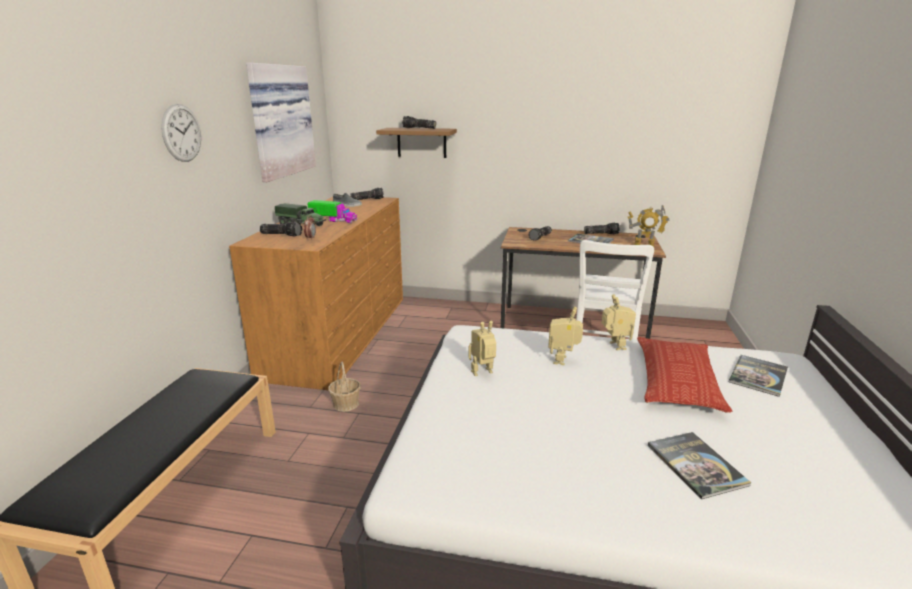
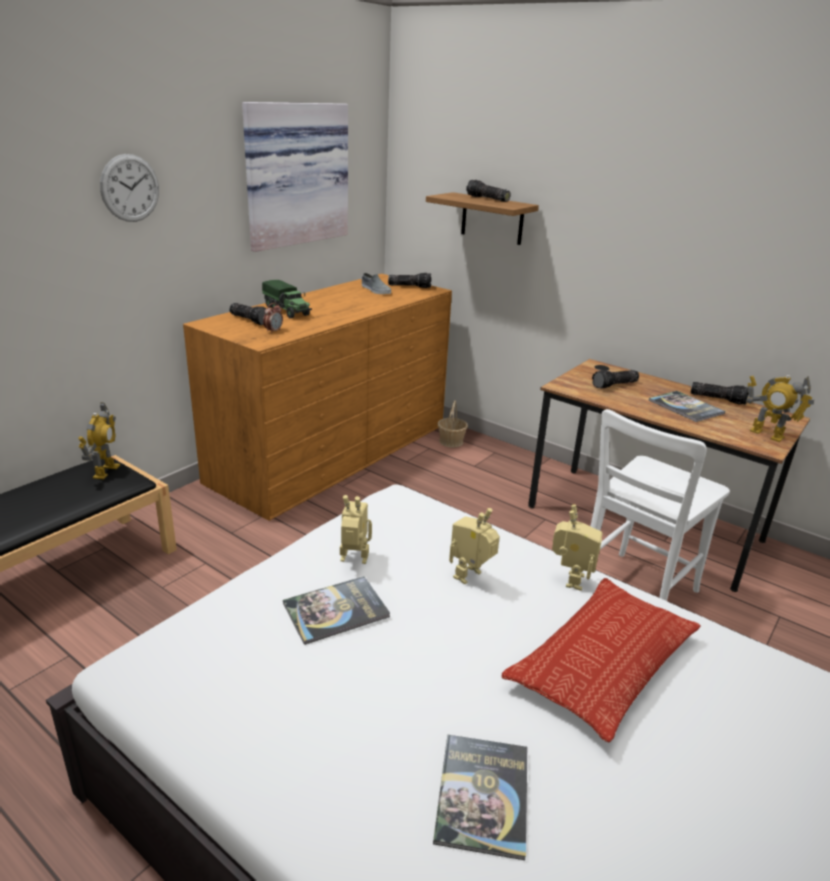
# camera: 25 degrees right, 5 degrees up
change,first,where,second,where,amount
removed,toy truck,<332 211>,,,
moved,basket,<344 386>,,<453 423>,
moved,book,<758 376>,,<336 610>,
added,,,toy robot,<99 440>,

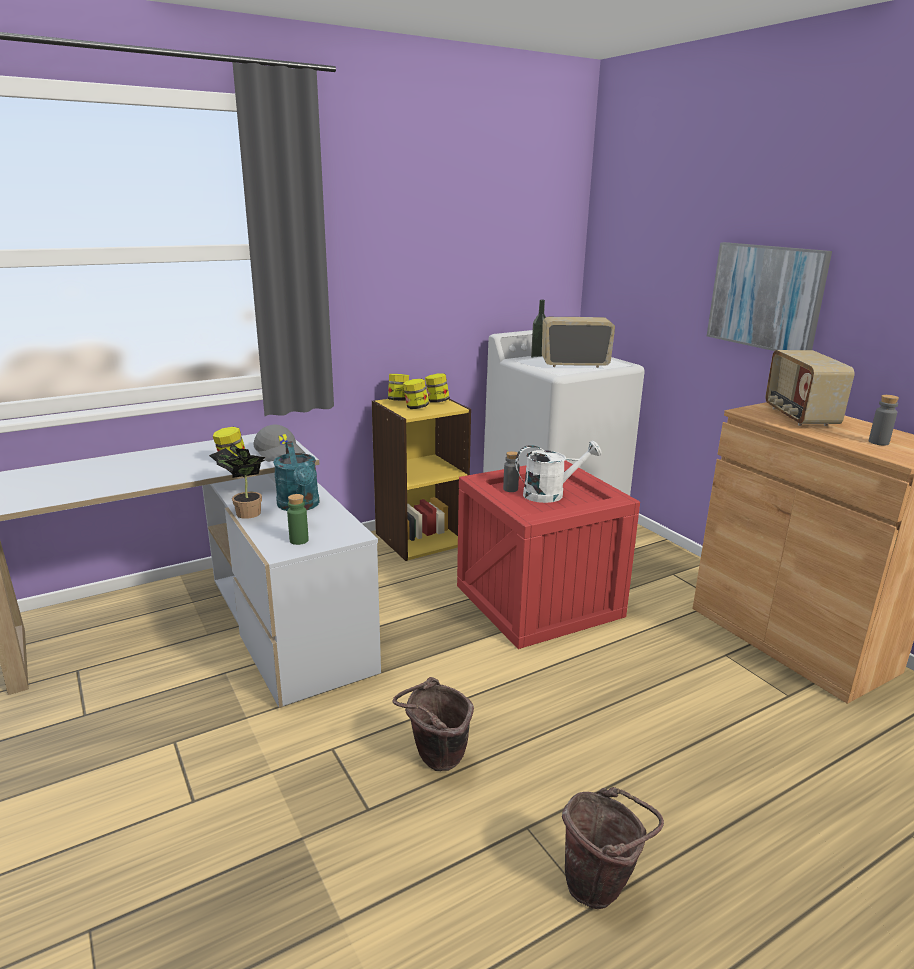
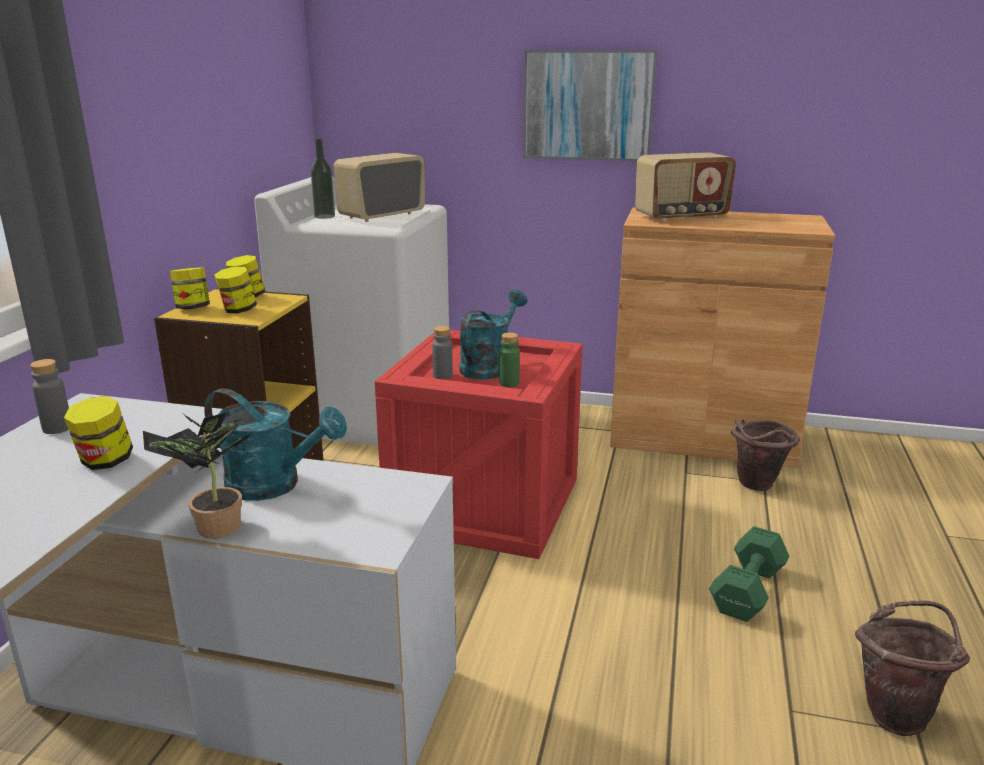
# camera: 45 degrees left, 0 degrees up
change,first,where,second,where,amount
removed,cap (grey),<279 443>,,,
moved,bottle (green),<298 519>,,<509 360>,
moved,bucket (brown),<433 724>,,<765 455>,
recoloured,watering can (white),<558 472>,watering can (turquoise),<493 335>,
turned,radio,<810 388>,,<685 187>,60 degrees counterclockwise
moved,bottle (grey),<884 420>,,<49 396>,
added,,,dumbbell (green),<749 574>,

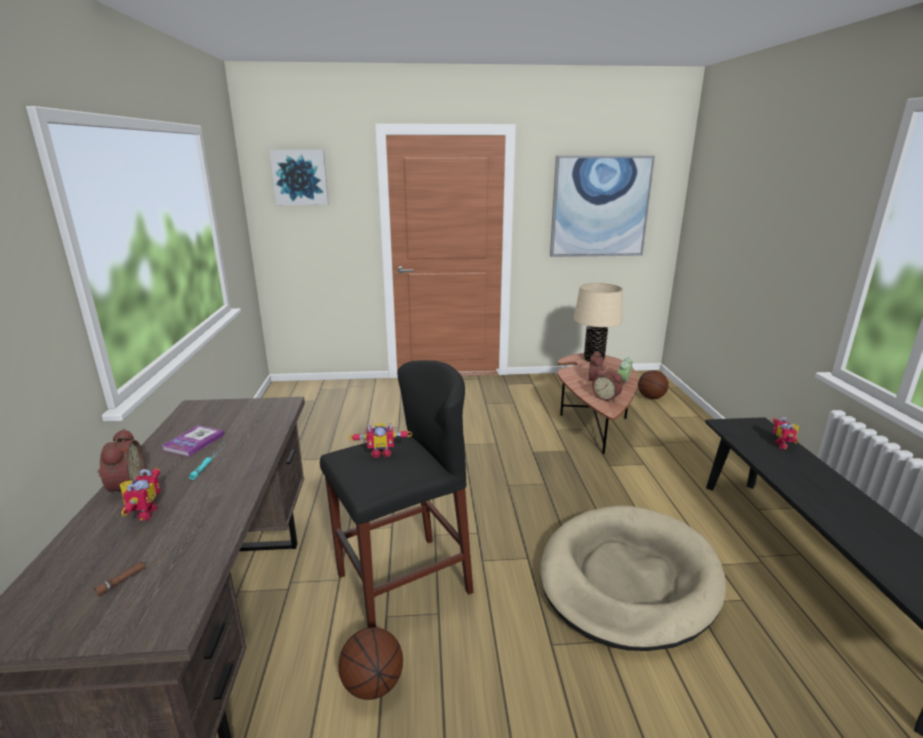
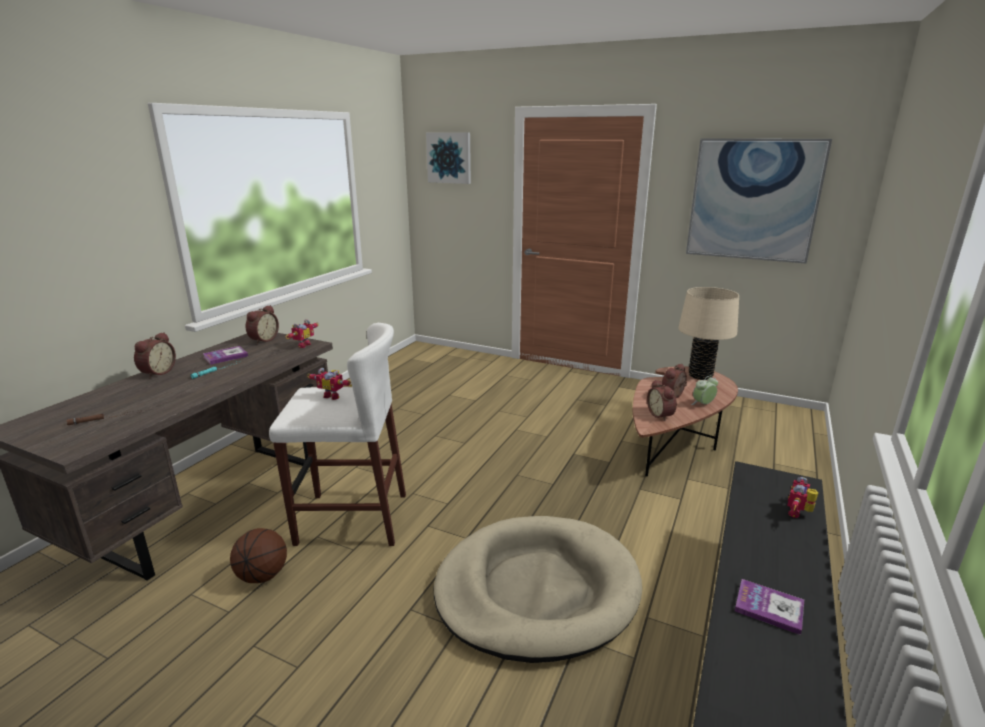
# camera: 30 degrees right, 0 degrees up
change,first,where,second,where,amount
moved,toy robot,<140 494>,,<302 333>,
recoloured,stool (black),<396 494>,stool (white),<337 434>,
removed,basketball,<653 384>,,,
added,,,alarm clock,<262 324>,
added,,,book,<769 607>,

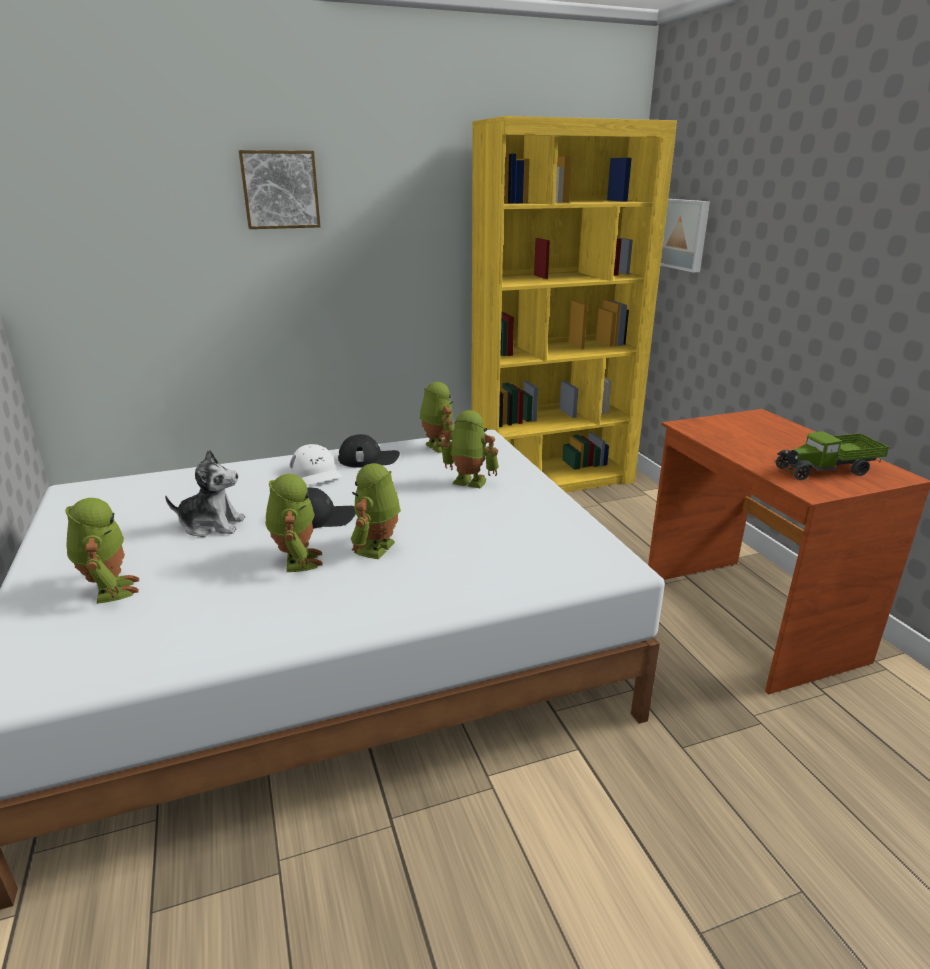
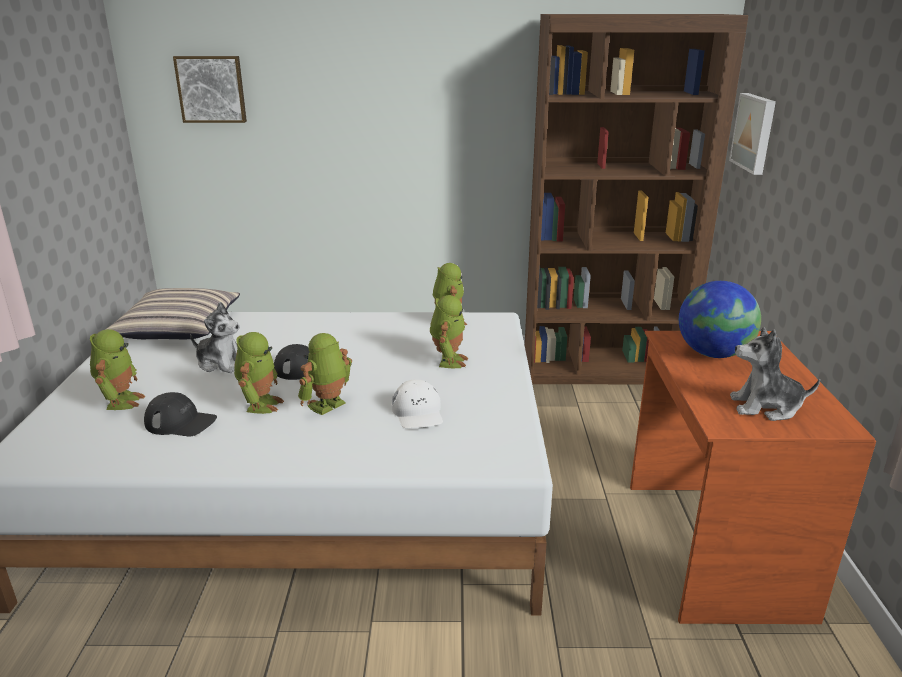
# camera: 20 degrees right, 0 degrees up
change,first,where,second,where,amount
moved,picture,<279 189>,,<210 89>,
moved,cap (white),<315 464>,,<417 403>,
moved,cap (black),<369 451>,,<180 414>,
turned,toy robot,<469 449>,,<449 331>,60 degrees clockwise
recoloured,bookcase (yellow),<574 304>,bookcase (brown),<637 199>,
replaced,toy truck,<832 455>,plush toy,<775 374>,
added,,,pillow,<172 313>,
added,,,globe,<720 319>,

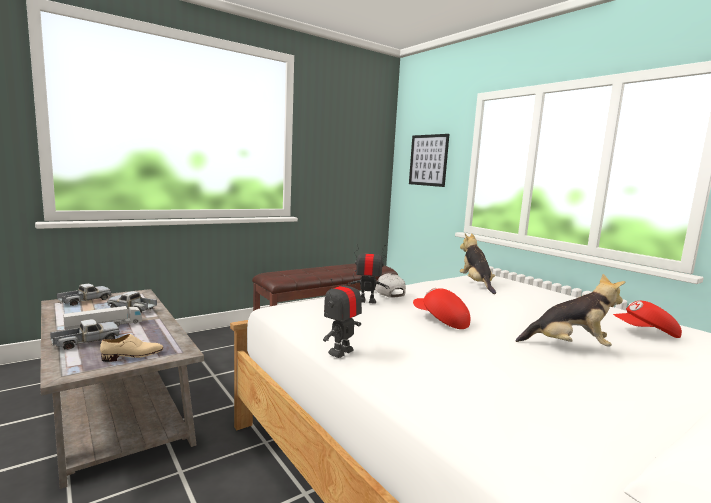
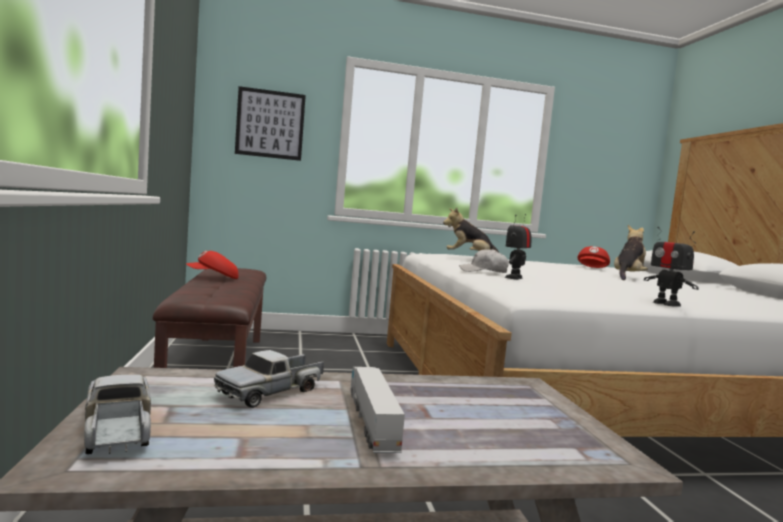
# camera: 65 degrees left, 5 degrees down
change,first,where,second,where,amount
removed,toy truck,<85 334>,,,
removed,shoe (beige),<131 348>,,,
moved,cap (red),<441 308>,,<212 265>,

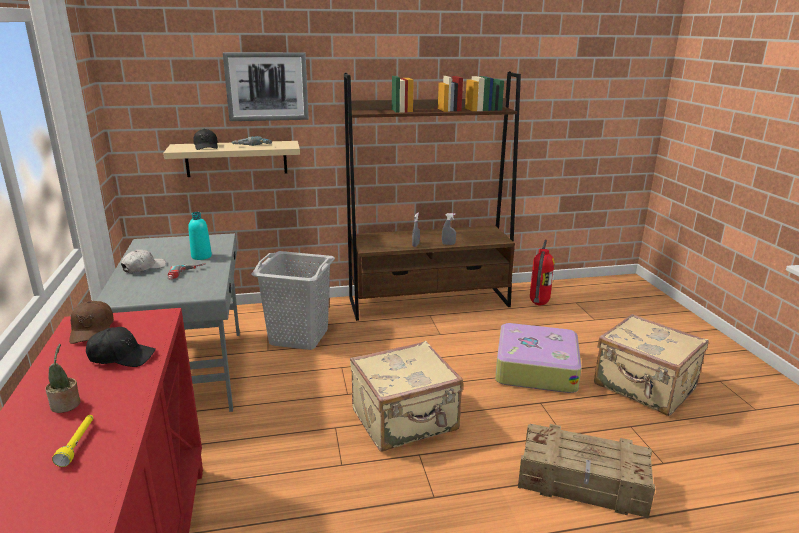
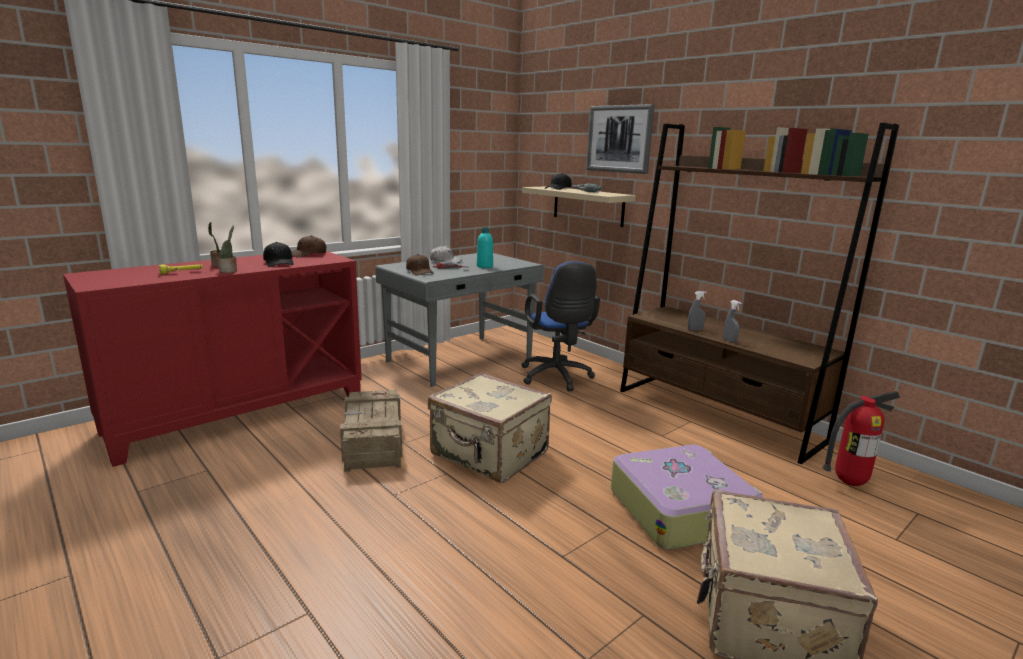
# camera: 60 degrees right, 5 degrees down
change,first,where,second,where,amount
replaced,laundry basket (grey),<293 300>,office chair (blue),<560 326>,
moved,crate,<586 471>,,<371 431>,
added,,,potted plant,<227 249>,
added,,,cap (brown),<420 265>,

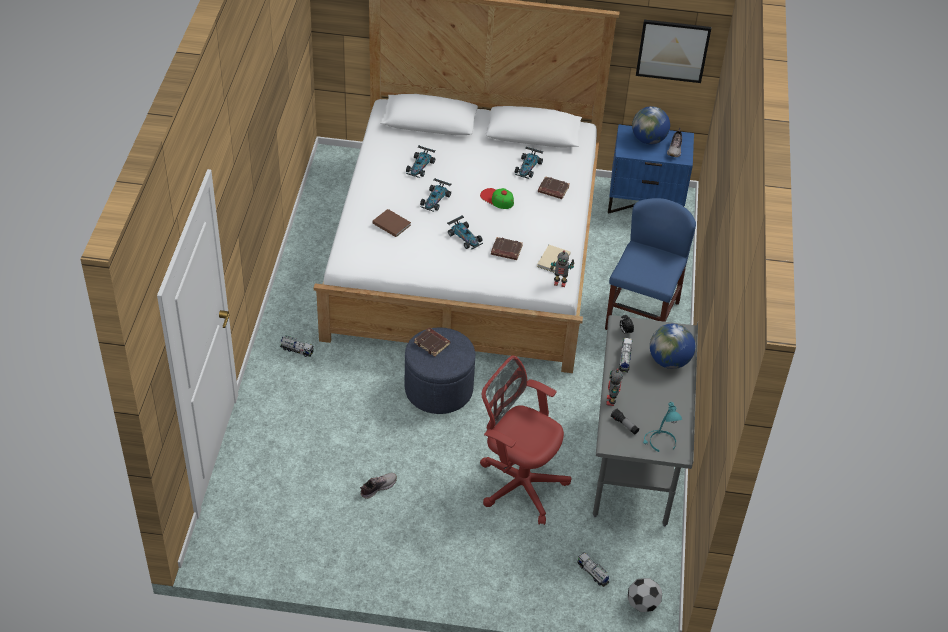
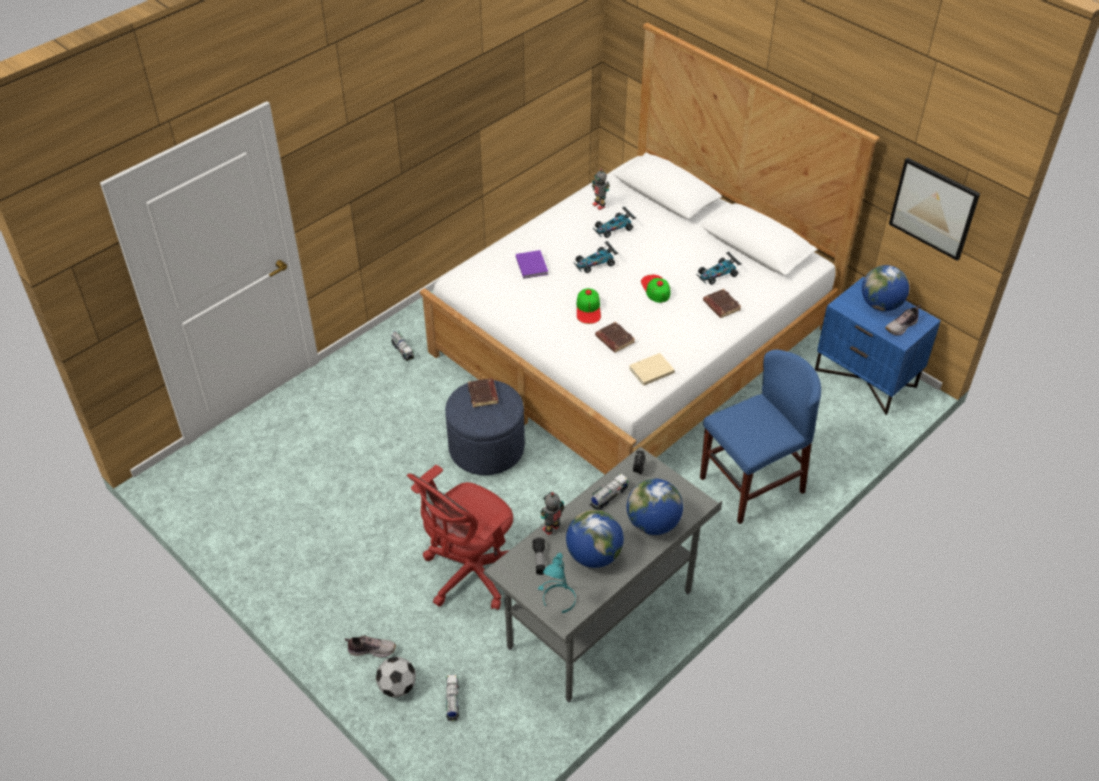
# camera: 40 degrees right, 0 degrees up
change,first,where,second,where,amount
moved,shoe,<378 486>,,<370 646>,
recoloured,book (brown),<392 223>,book (purple),<532 264>,
replaced,toy car,<465 232>,cap,<588 306>,
turned,office chair (red),<525 440>,,<460 537>,120 degrees counterclockwise
moved,toy robot,<562 268>,,<601 189>,
moved,football,<645 595>,,<396 677>,
added,,,globe,<595 539>,

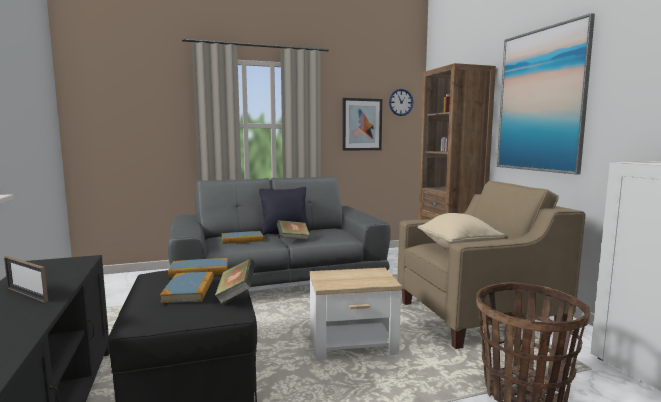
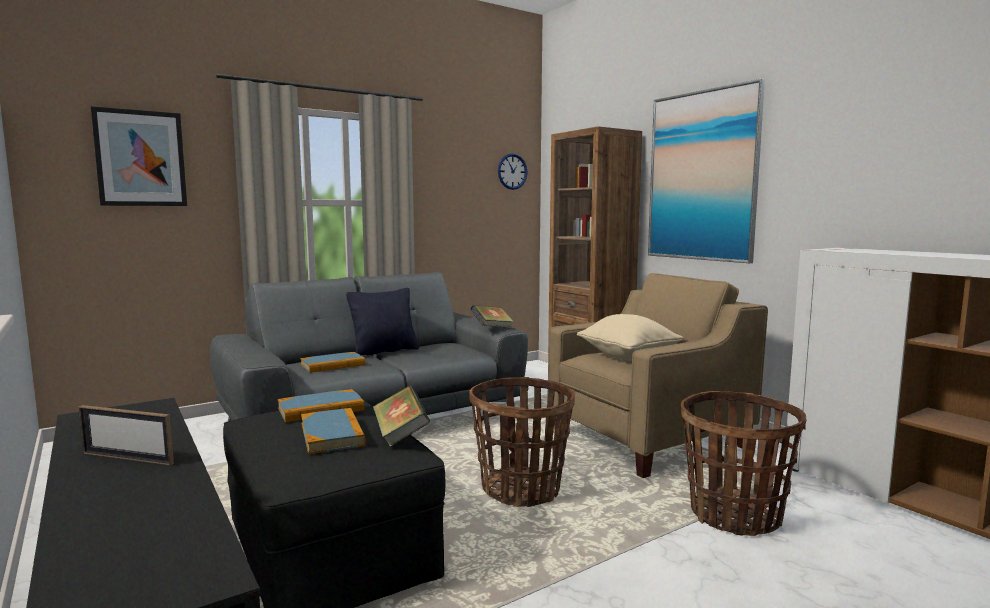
# camera: 15 degrees left, 0 degrees up
change,first,where,second,where,amount
moved,book,<293 230>,,<492 316>,
replaced,side table,<356 314>,basket,<522 442>,
moved,picture,<362 124>,,<139 156>,

